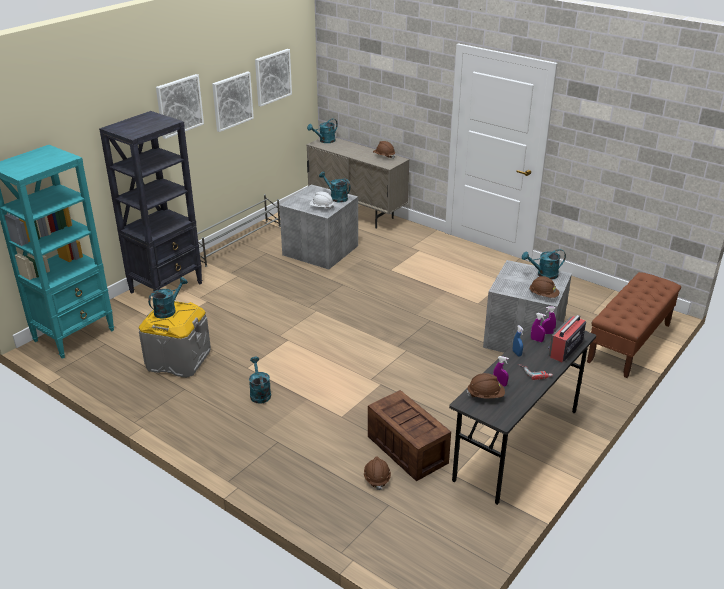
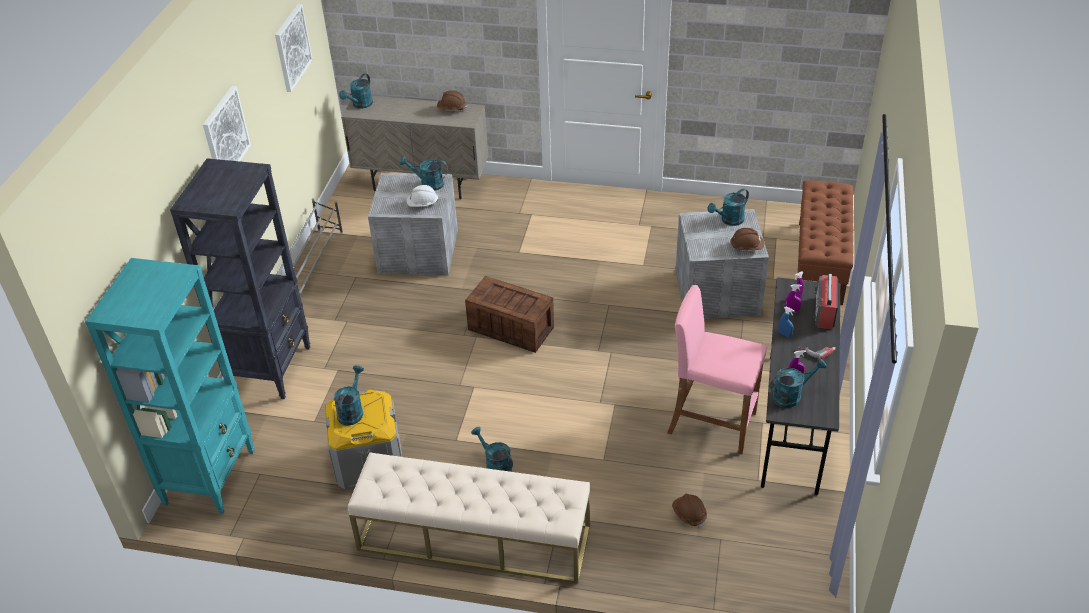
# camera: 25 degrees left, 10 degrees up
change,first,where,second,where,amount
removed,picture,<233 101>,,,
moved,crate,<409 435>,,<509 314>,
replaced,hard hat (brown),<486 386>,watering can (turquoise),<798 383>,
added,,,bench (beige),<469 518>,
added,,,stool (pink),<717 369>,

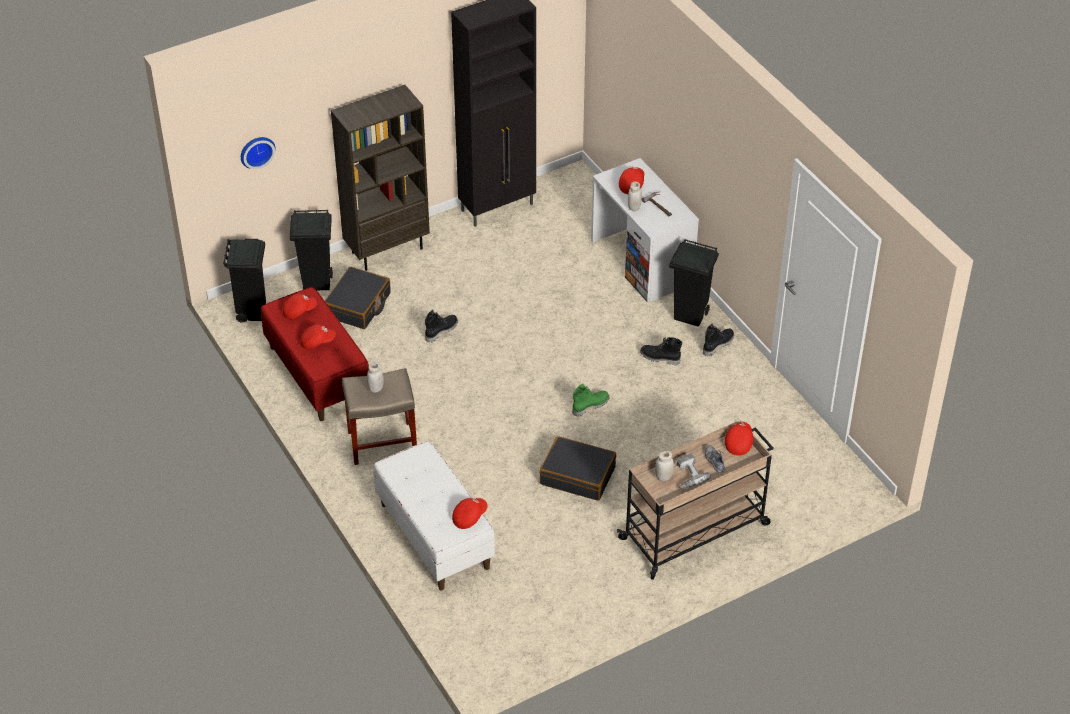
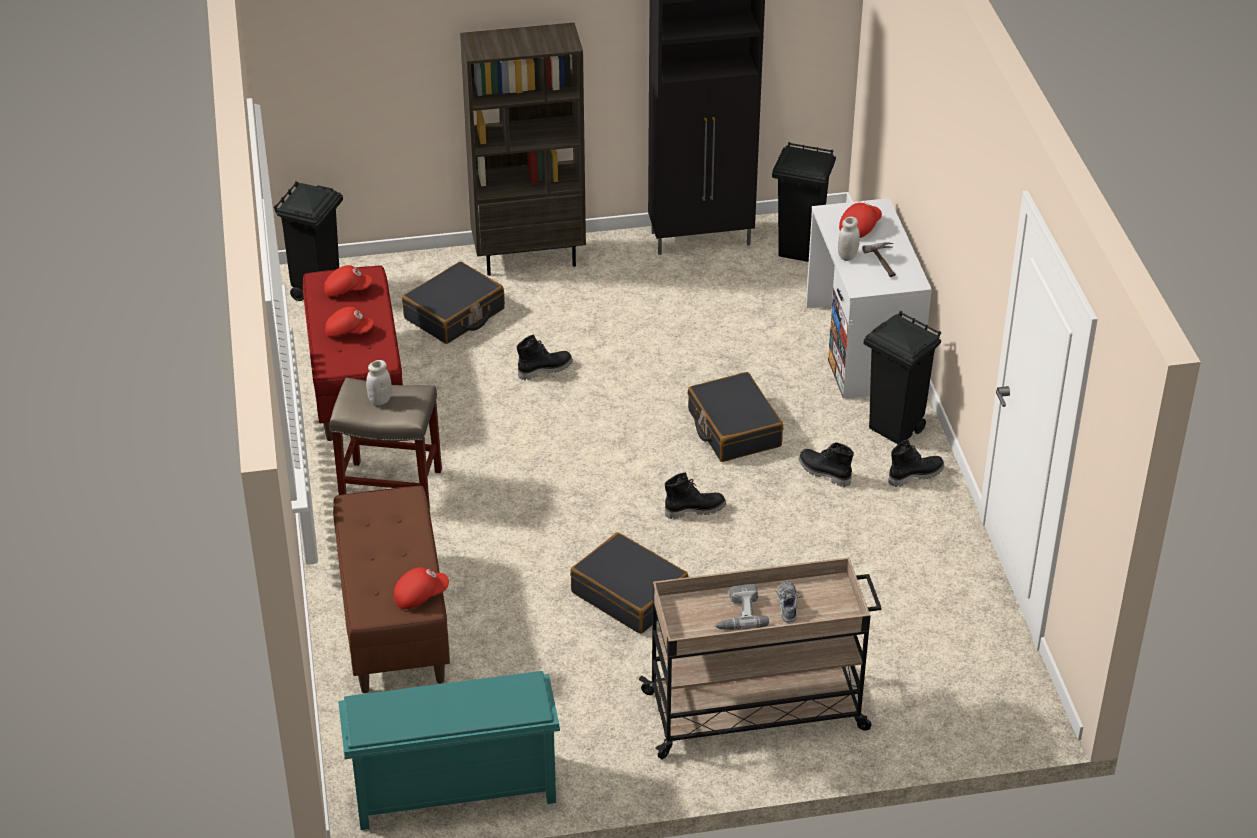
# camera: 20 degrees right, 5 degrees down
change,first,where,second,where,amount
removed,wall clock,<258 153>,,,
moved,trash can (black),<311 249>,,<804 202>,
recoloured,bench (white),<434 515>,bench (brown),<391 589>,
recoloured,boot (green),<591 400>,boot (black),<695 495>,
removed,jar (white),<664 465>,,,
removed,cap (red),<739 439>,,,
added,,,shoe rack (turquoise),<449 750>,
added,,,suitcase (black),<735 417>,

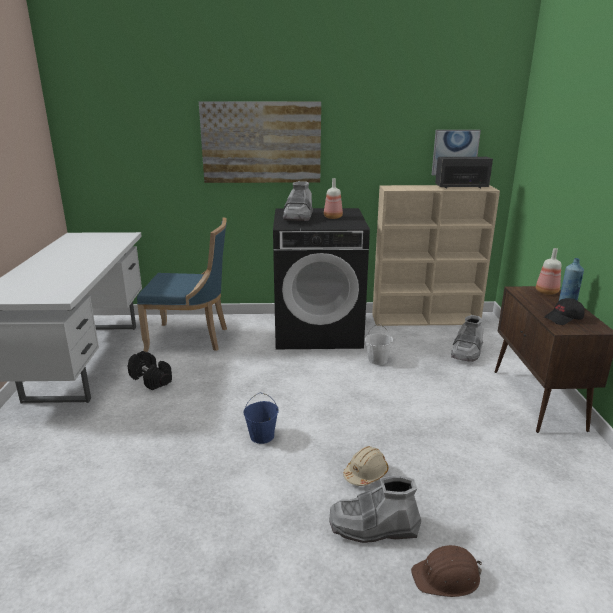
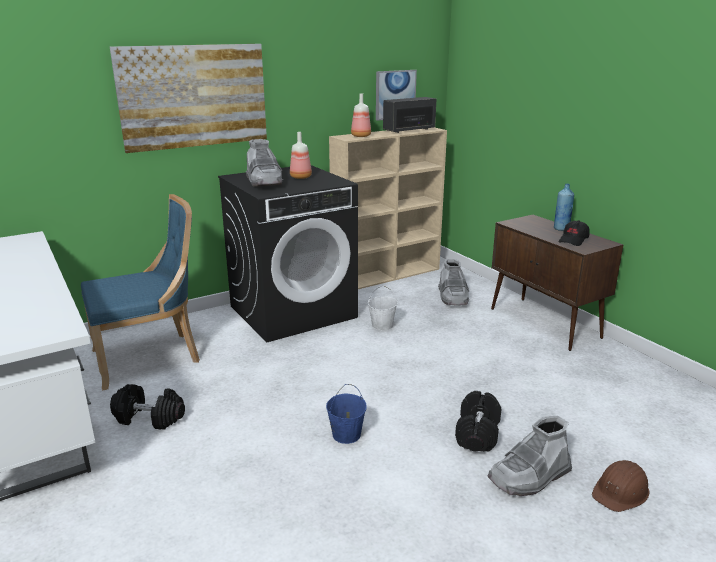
# camera: 30 degrees left, 0 degrees up
change,first,where,second,where,amount
replaced,hard hat (beige),<365 466>,dumbbell (black),<478 421>,
moved,bottle,<548 271>,,<361 115>,

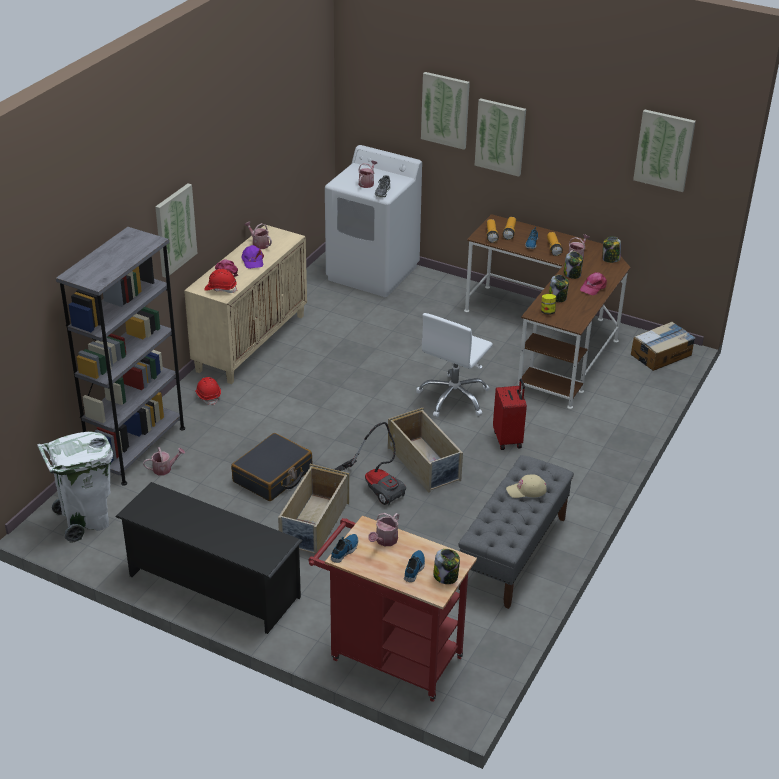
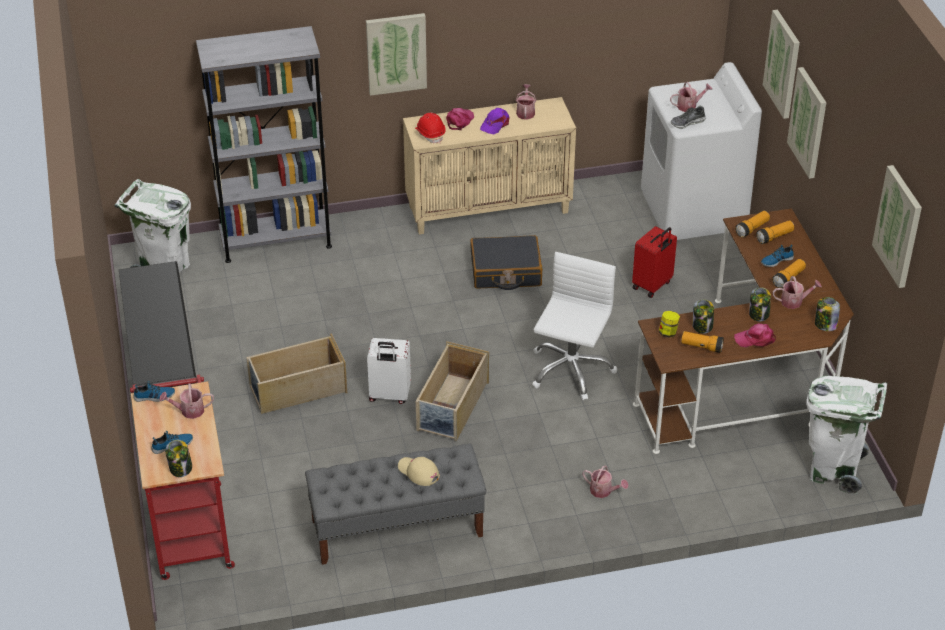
# camera: 50 degrees right, 5 degrees up
change,first,where,second,where,amount
moved,watering can,<164 461>,,<605 481>,
removed,hard hat (red),<208 391>,,,
moved,suitcase (black),<271 467>,,<506 262>,
replaced,vacuum cleaner,<370 463>,suitcase (white),<389 371>,
turned,office chair (white),<454 365>,,<574 326>,120 degrees clockwise
moved,suitcase (red),<510 414>,,<654 262>,
replaced,cardboard box,<663 346>,trash can (white),<846 435>,
added,,,flashlight,<702 342>,

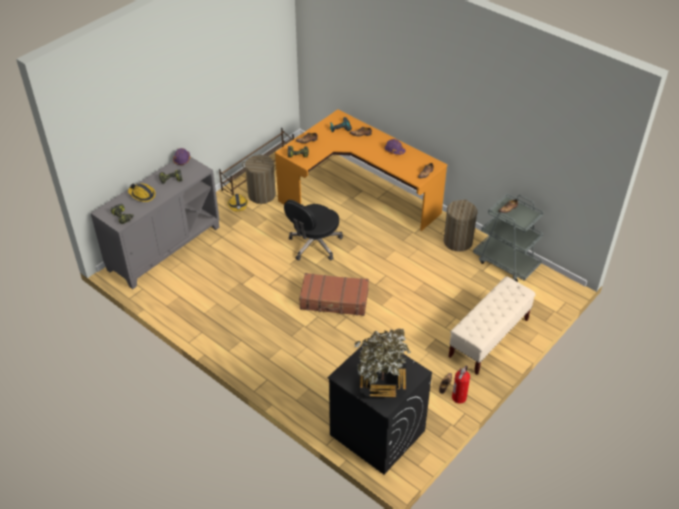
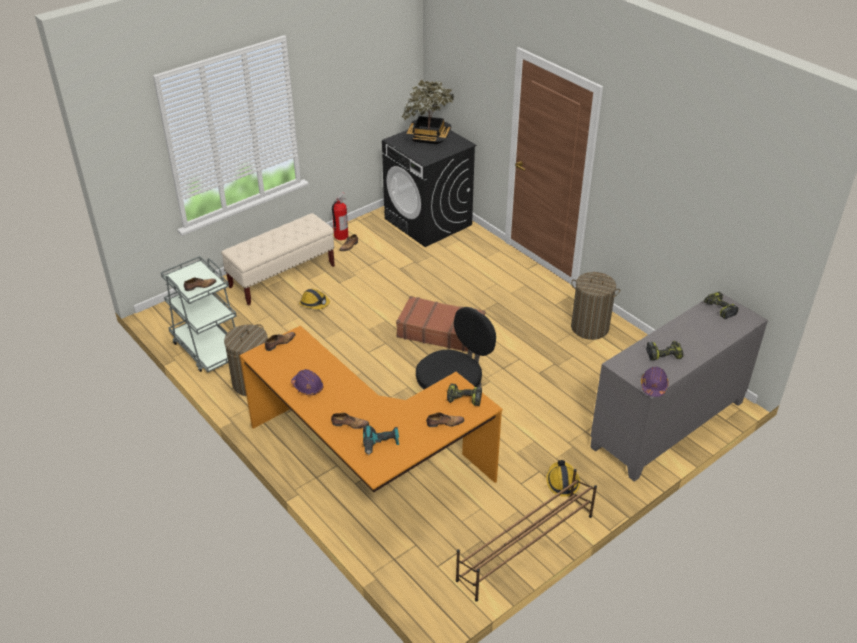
# camera: 170 degrees left, 5 degrees down
change,first,where,second,where,amount
moved,hard hat,<142 192>,,<314 299>,
moved,laundry basket,<259 179>,,<595 306>,

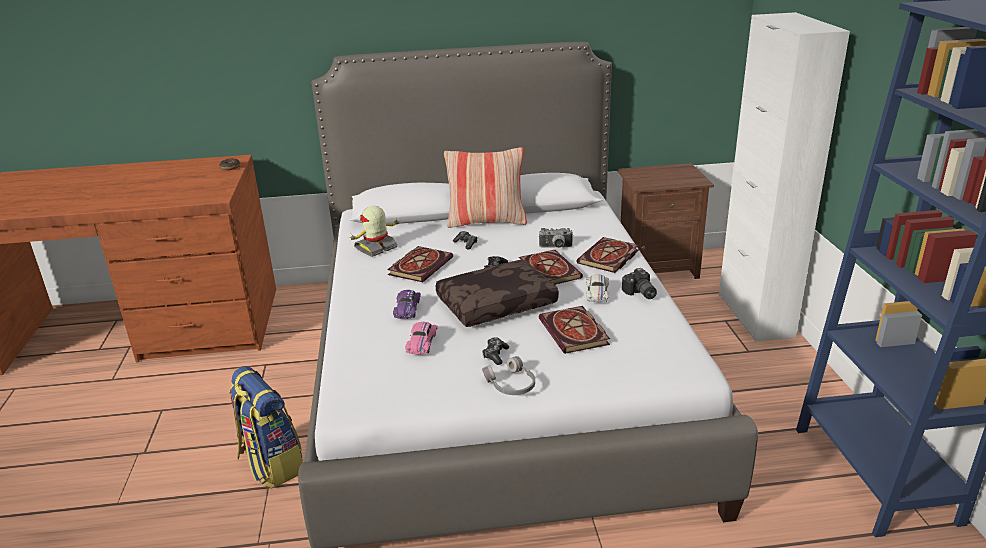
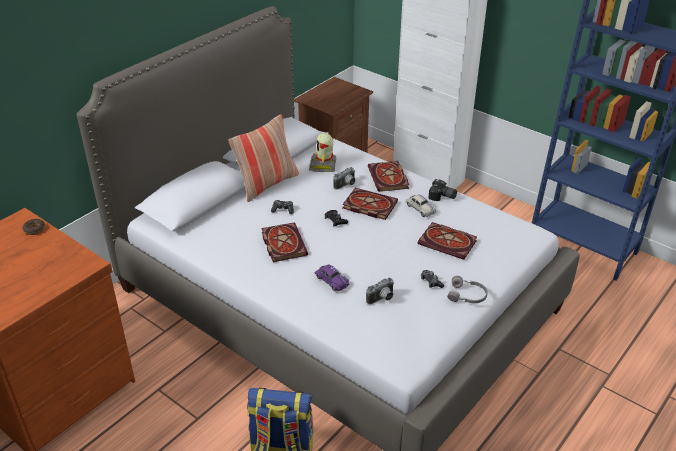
# camera: 45 degrees left, 10 degrees up
change,first,where,second,where,amount
moved,toy robot,<375 231>,,<322 152>,
replaced,toy car (pink),<421 338>,photo camera,<380 291>,
removed,pillow (brown),<497 293>,,,

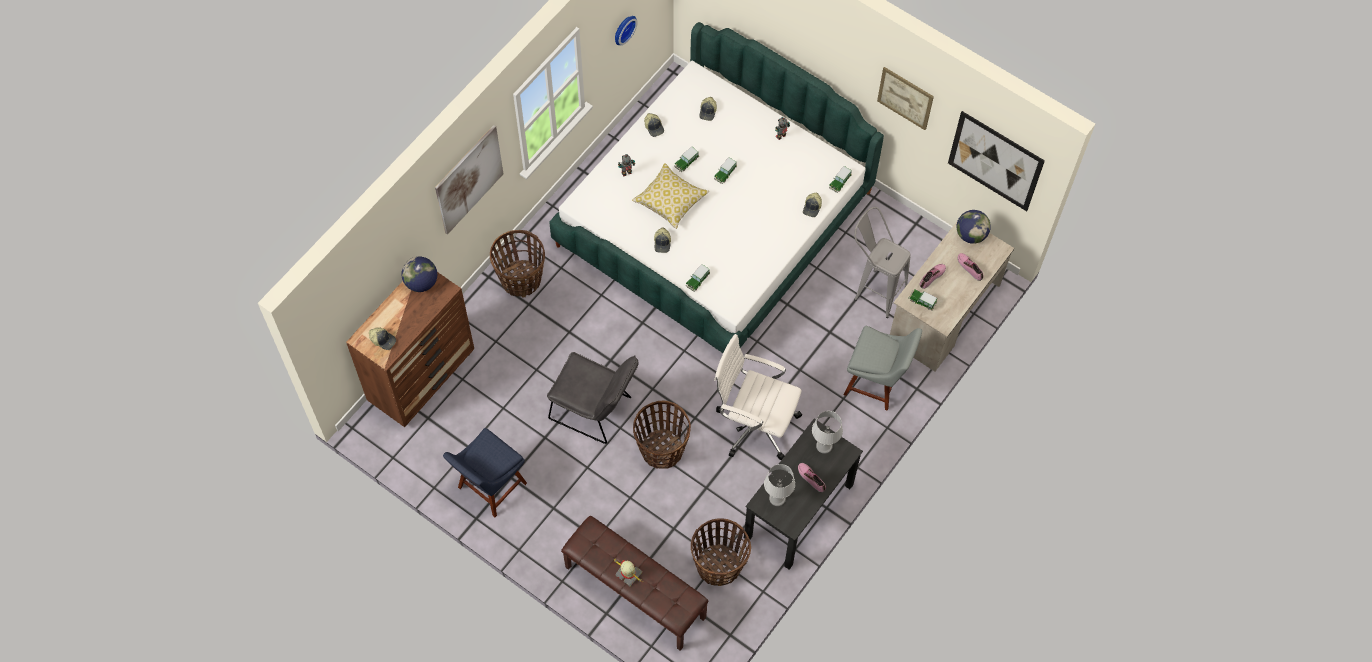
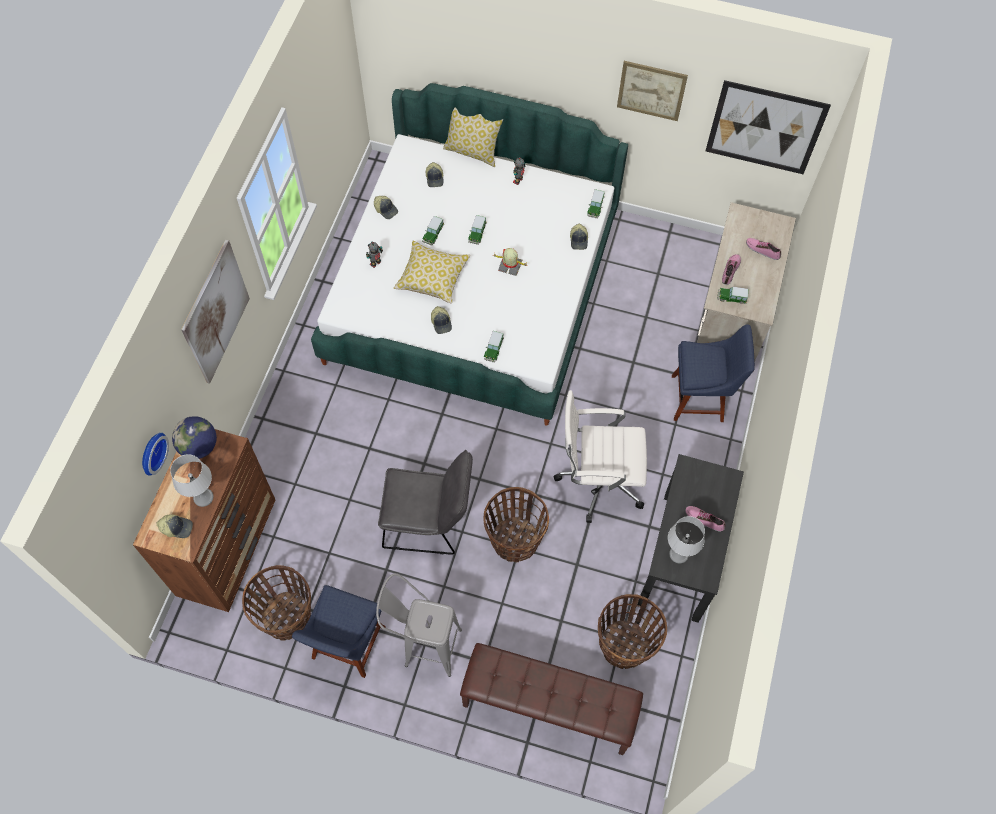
# camera: 20 degrees left, 0 degrees up
change,first,where,second,where,amount
moved,basket,<517 263>,,<276 602>,
moved,toy robot,<628 572>,,<510 262>,
moved,wall clock,<626 30>,,<155 454>,
moved,table lamp (grey),<827 432>,,<192 480>,
recoloured,chair (grey),<883 368>,chair (blue),<713 373>,
moved,stool (grey),<882 262>,,<419 625>,
removed,globe,<974 227>,,,
added,,,pillow,<473 137>,

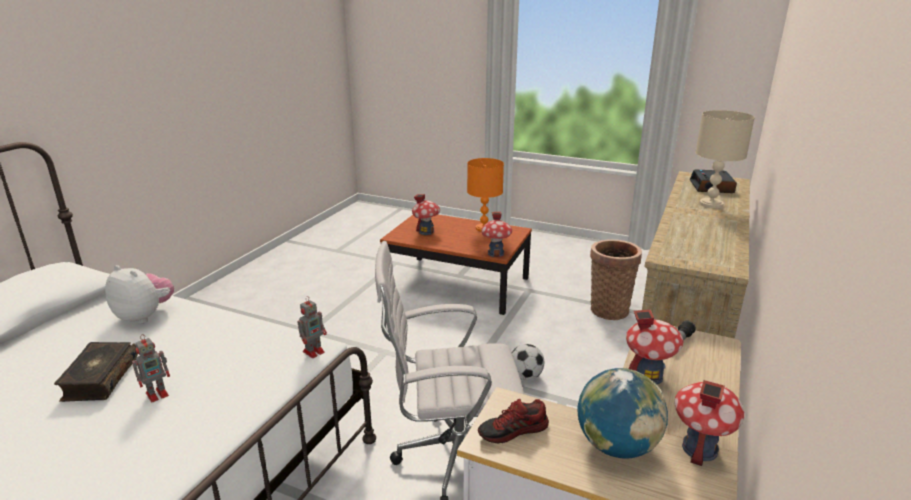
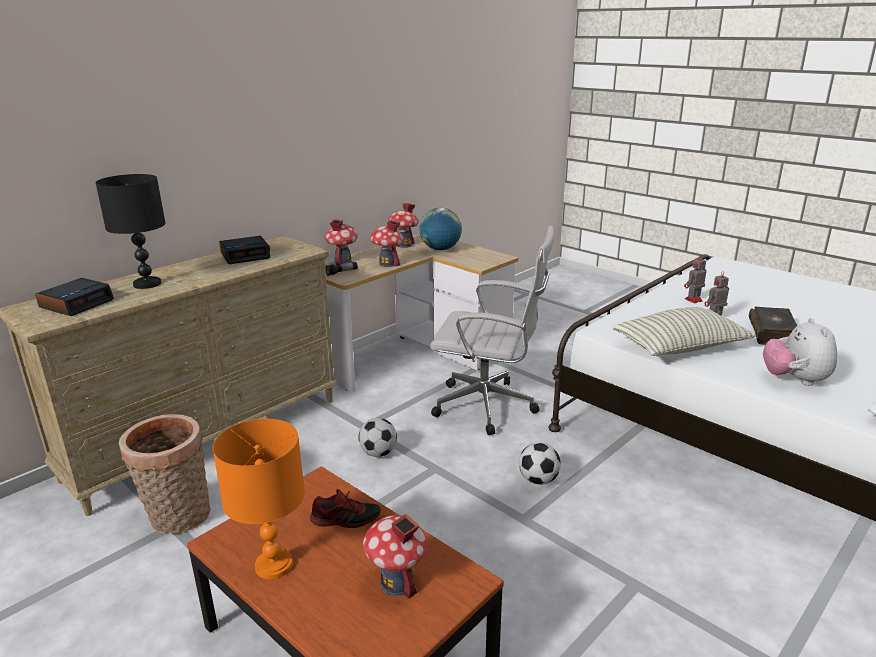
# camera: 160 degrees left, 0 degrees up
change,first,where,second,where,amount
turned,plush toy,<139 294>,,<800 352>,45 degrees clockwise
moved,toy robot,<312 327>,,<695 278>,
moved,shoe,<513 421>,,<345 508>,
moved,toy house,<497 234>,,<341 242>,
recoloured,table lamp (beige),<725 159>,table lamp (black),<131 231>,
added,,,alarm clock,<244 250>,
added,,,football,<540 463>,
added,,,pillow,<684 331>,

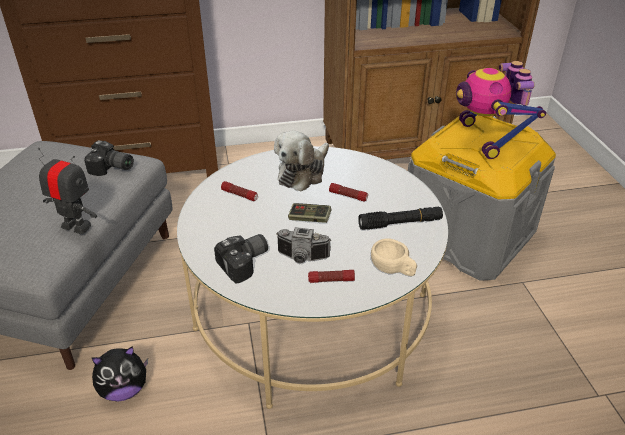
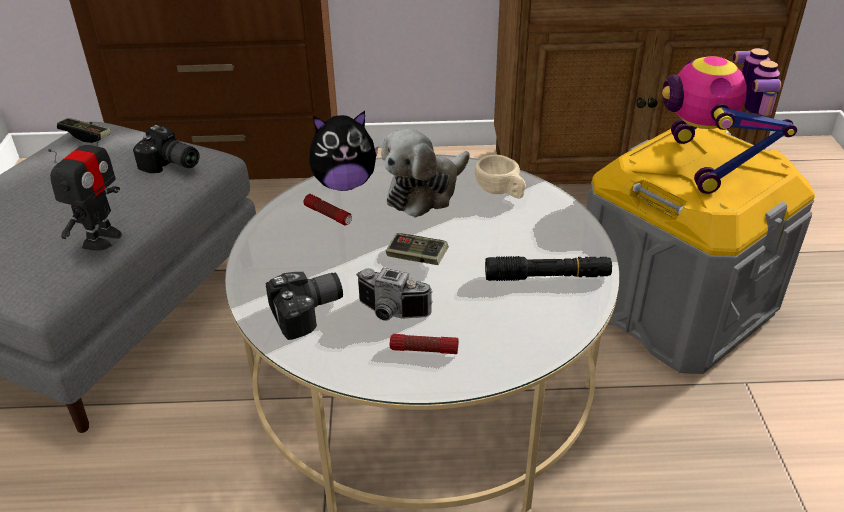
# camera: 10 degrees right, 0 degrees up
change,first,where,second,where,amount
turned,toy robot,<67 191>,,<85 186>,75 degrees clockwise
moved,plush toy,<120 374>,,<343 151>,
removed,flashlight,<348 192>,,,
moved,cup (beige),<394 257>,,<500 176>,
added,,,game controller,<84 130>,

